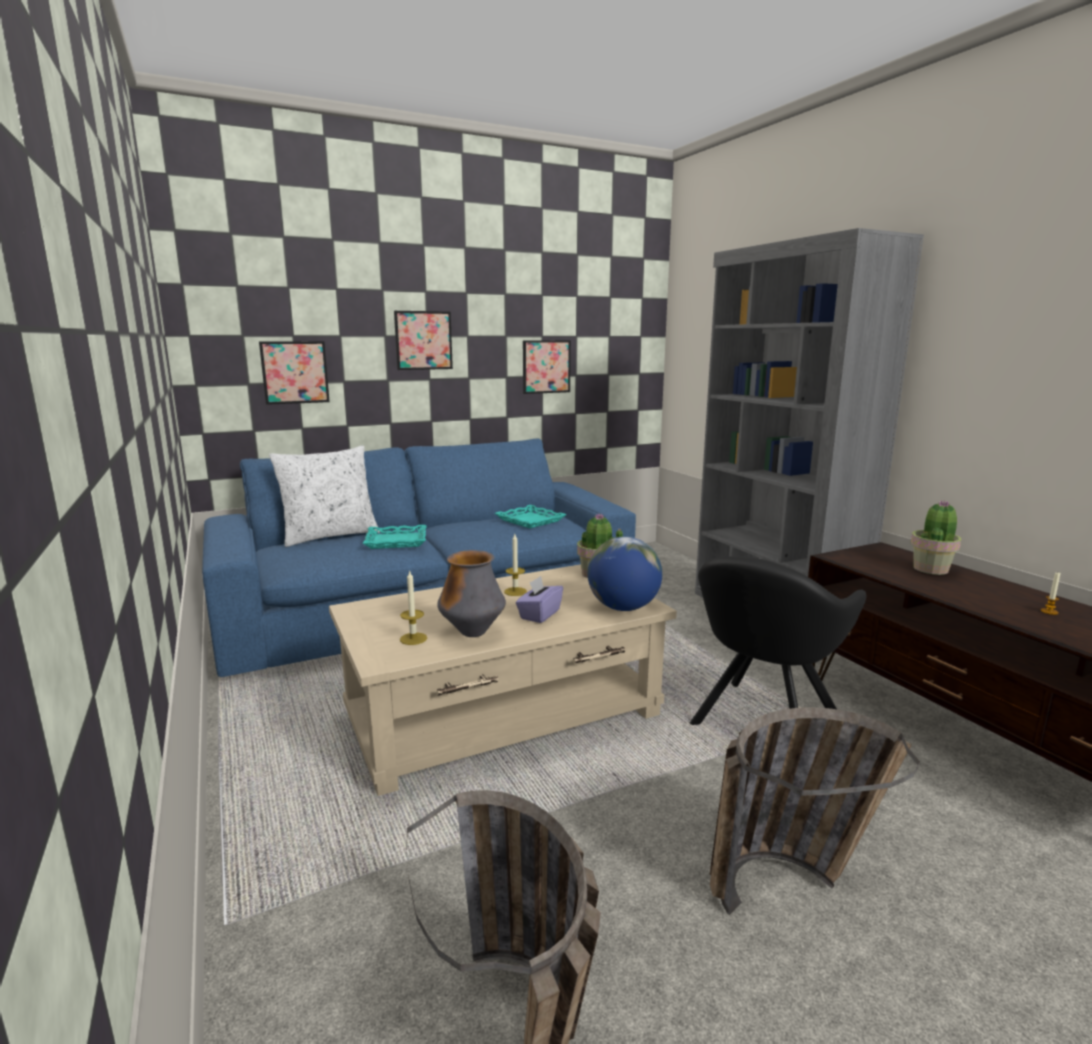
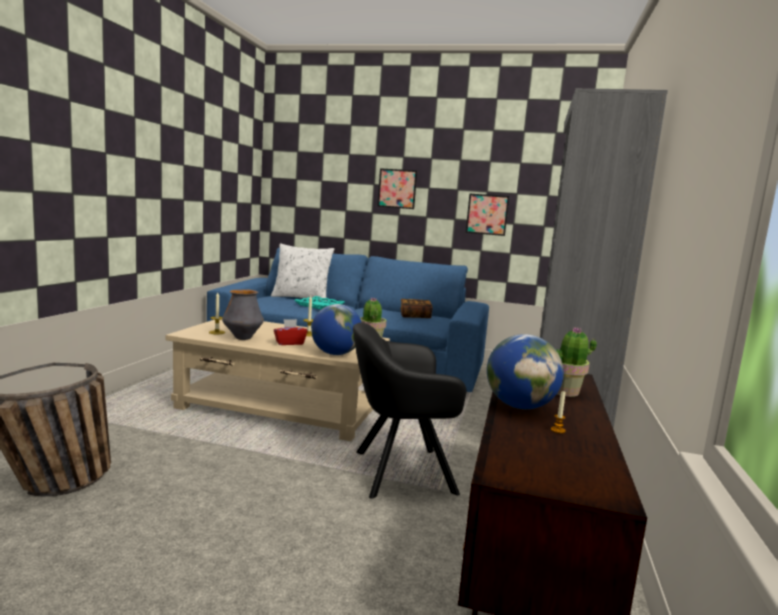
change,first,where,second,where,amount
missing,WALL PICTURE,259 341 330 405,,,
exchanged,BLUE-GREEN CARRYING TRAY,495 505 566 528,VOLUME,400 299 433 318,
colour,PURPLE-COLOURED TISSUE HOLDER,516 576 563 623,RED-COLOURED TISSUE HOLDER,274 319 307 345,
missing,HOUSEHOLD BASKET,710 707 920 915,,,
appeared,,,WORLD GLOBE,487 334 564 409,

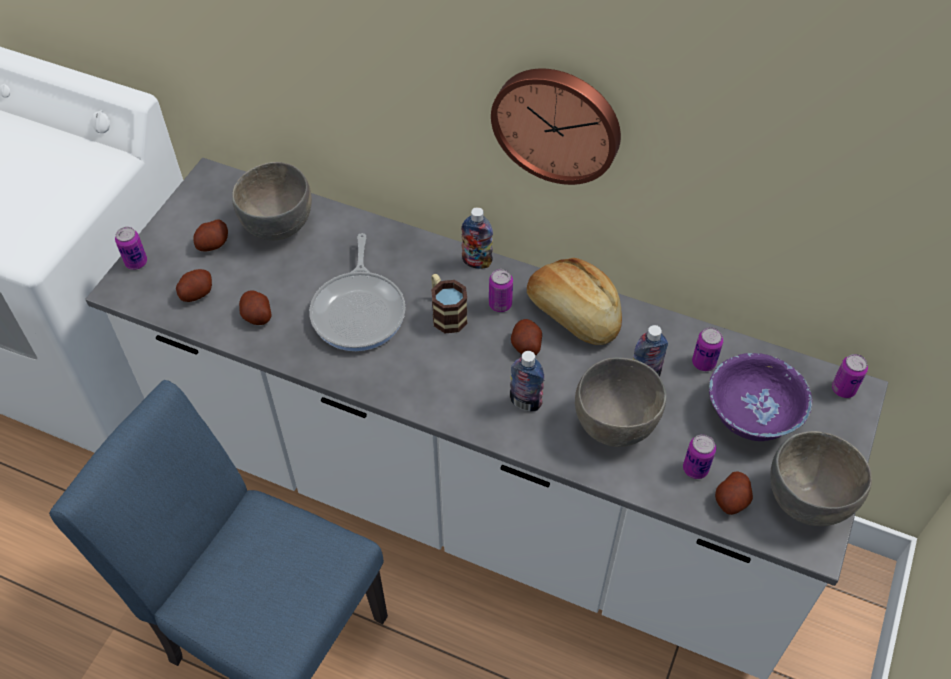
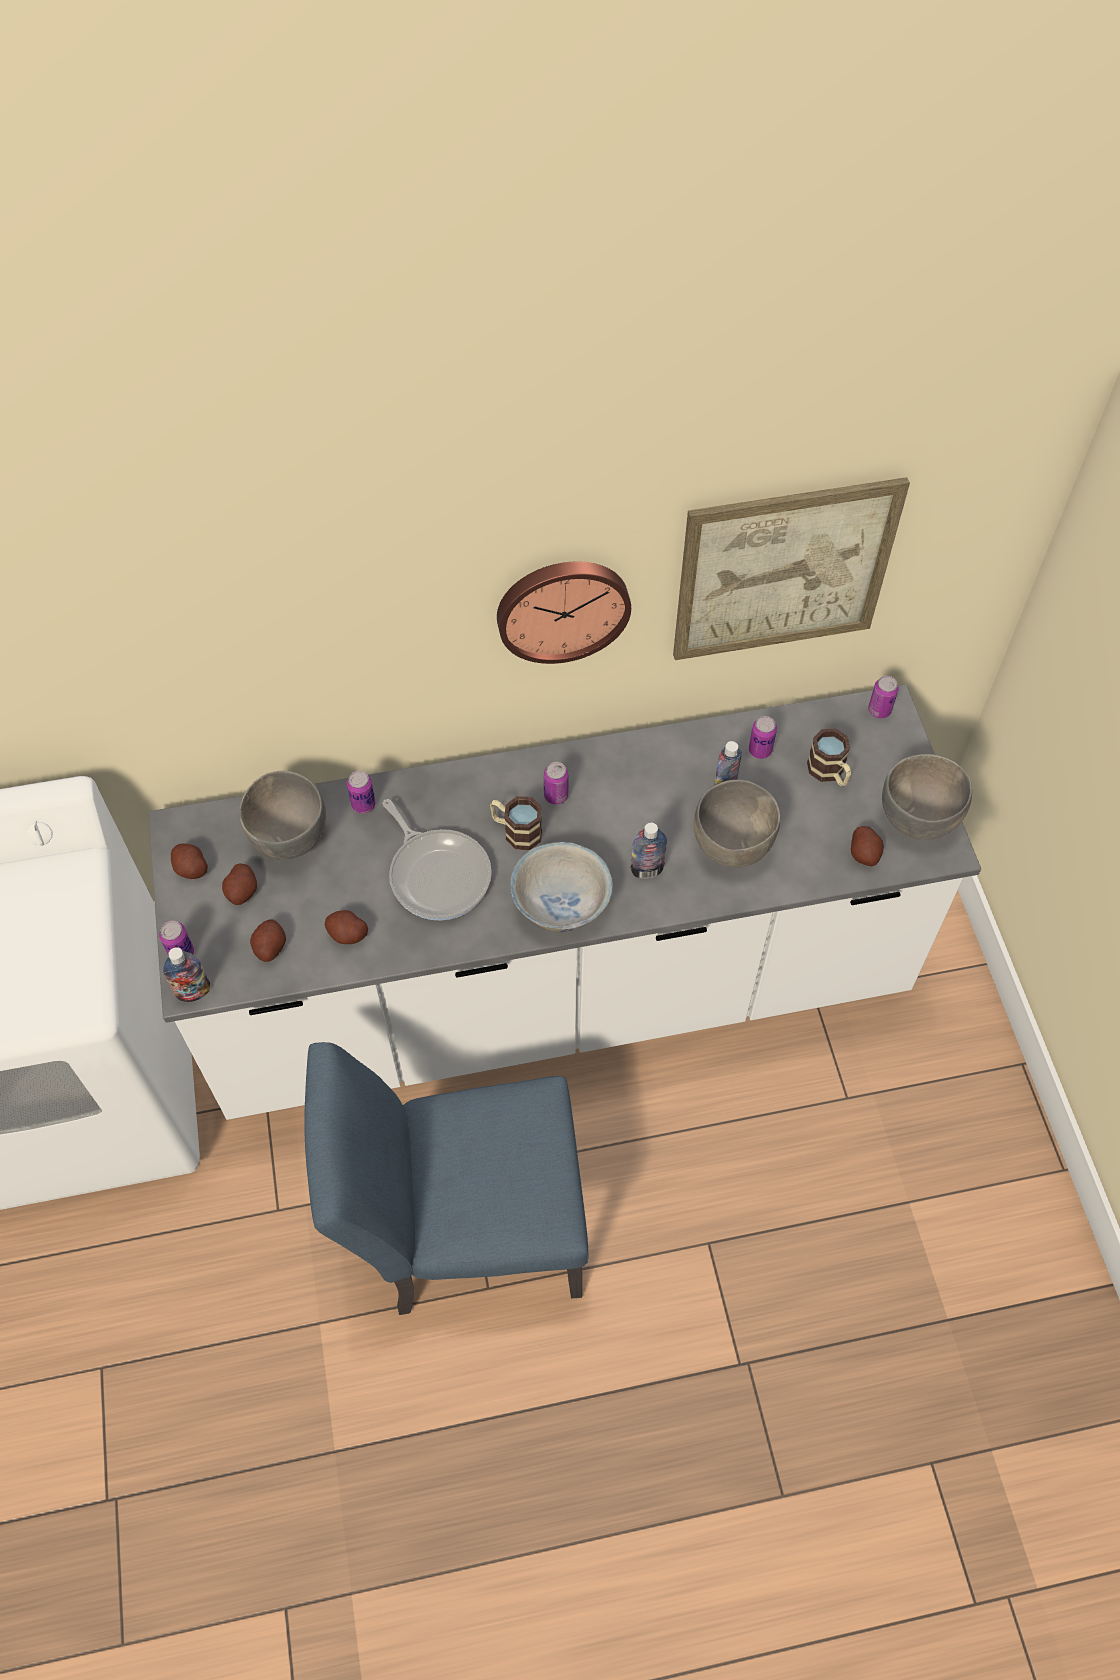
change,first,where,second,where,amount
relocated,BEVERAGE BOTTLE,461 207 493 269,,163 947 210 1002,
missing,BREAD,527 258 622 345,,,
relocated,SPUD,511 319 542 355,,171 844 208 879,
exchanged,PURPLE-COLOURED SERVING BOWL,709 353 812 441,COFFEE MUG,807 729 851 787,
relocated,CAN,683 434 716 479,,347 771 376 813,
appeared,,,WALL PICTURE,673 477 910 660,
appeared,,,WHITE-COLOURED SERVING BOWL,510 842 613 932,

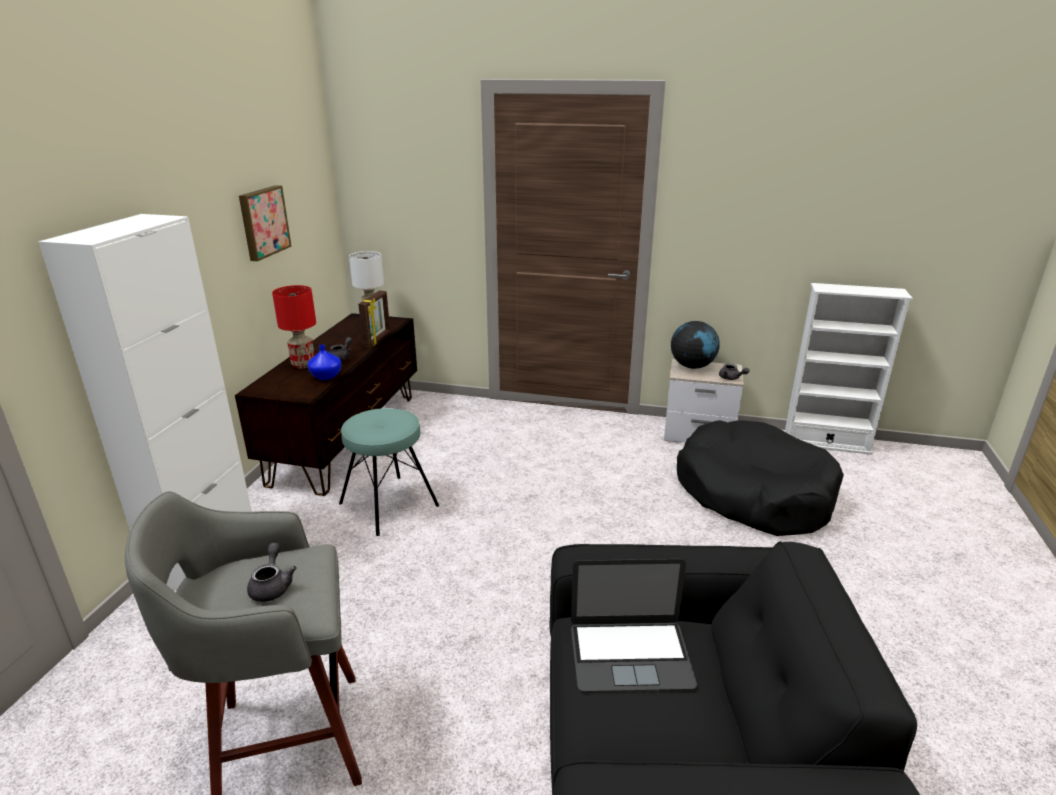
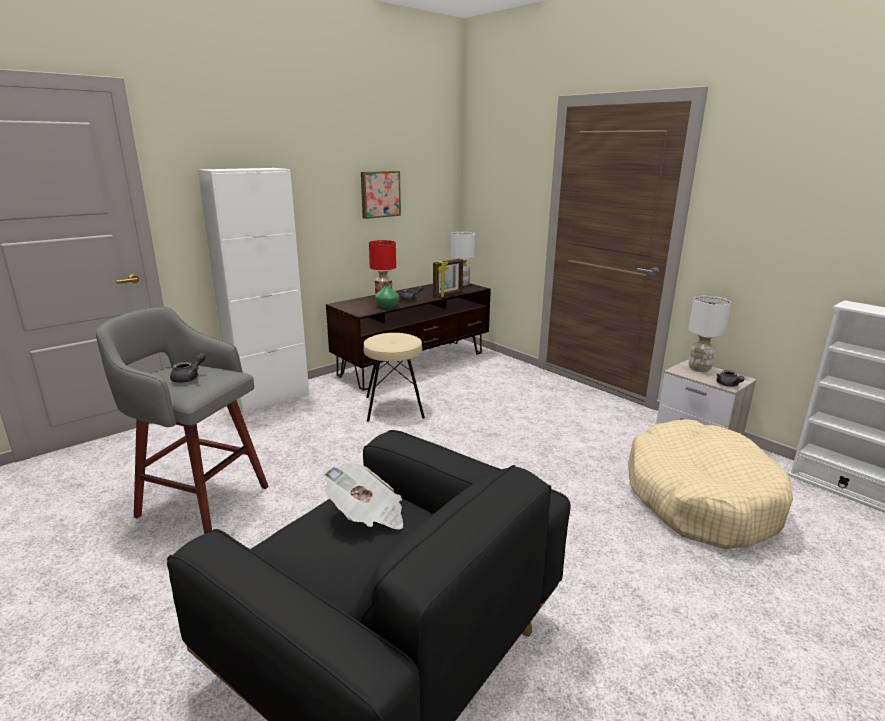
change,first,where,second,where,amount
exchanged,WORLD GLOBE,671 321 720 369,WHITE-COLOURED LAMP FOR A TABLE,688 296 731 372,
colour,BLUE-COLOURED FLOWER VASE,308 344 341 380,GREEN FLOWER VASE,375 282 399 308,
colour,BLUE-GREEN STOOL,339 408 439 536,BEIGE STOOL,363 333 425 422,
colour,BLACK-COLOURED PET BED,677 420 844 536,BEIGE PET BED,628 419 793 549,
exchanged,NOTEBOOK COMPUTER,571 559 697 692,PRINTED PAPER,323 464 403 530,

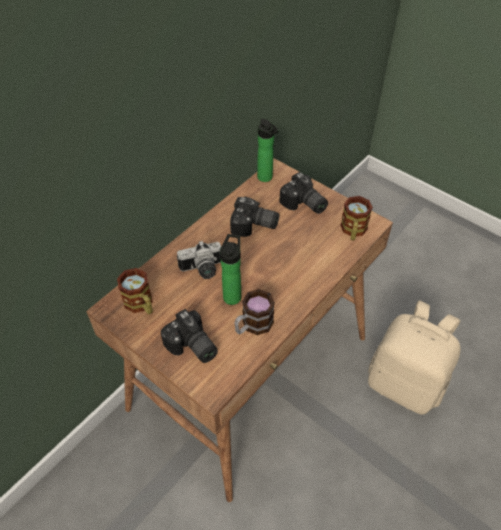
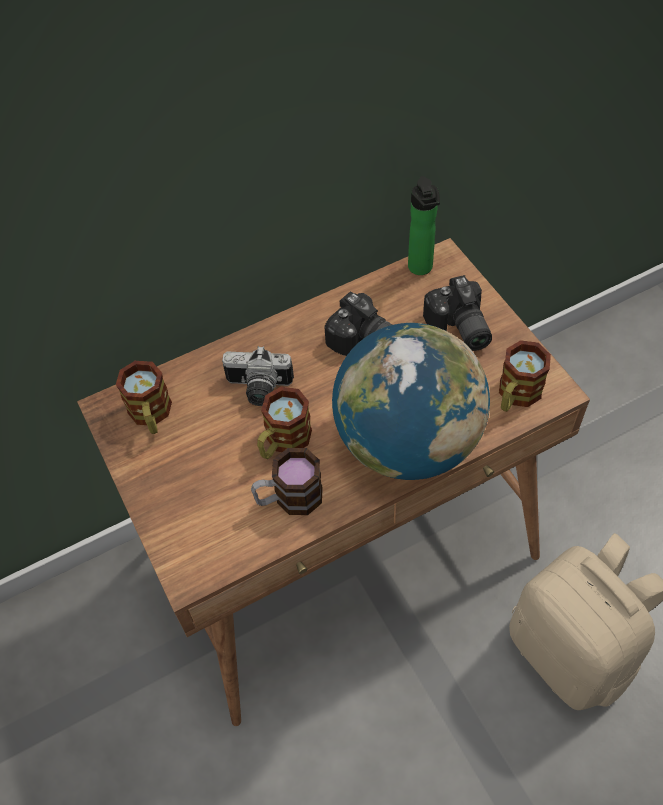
change,first,where,second,where,amount
exchanged,BEVERAGE BOTTLE,220 234 241 305,COFFEE MUG,257 387 312 459,
missing,STILL CAMERA,160 309 218 363,,,
appeared,,,WORLD GLOBE,332 323 490 480,

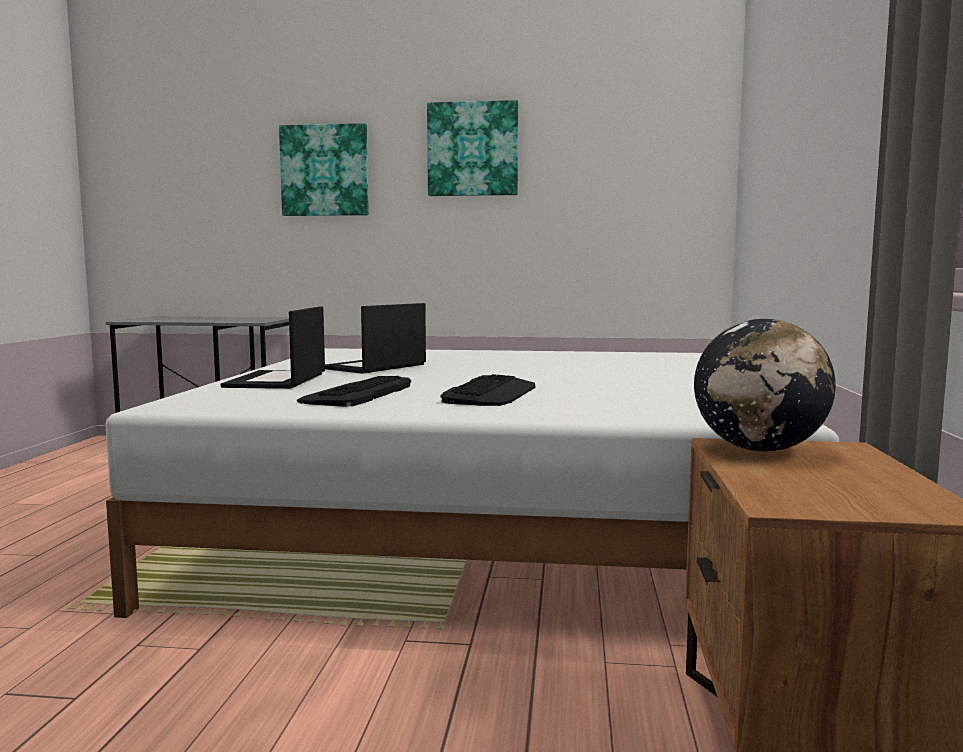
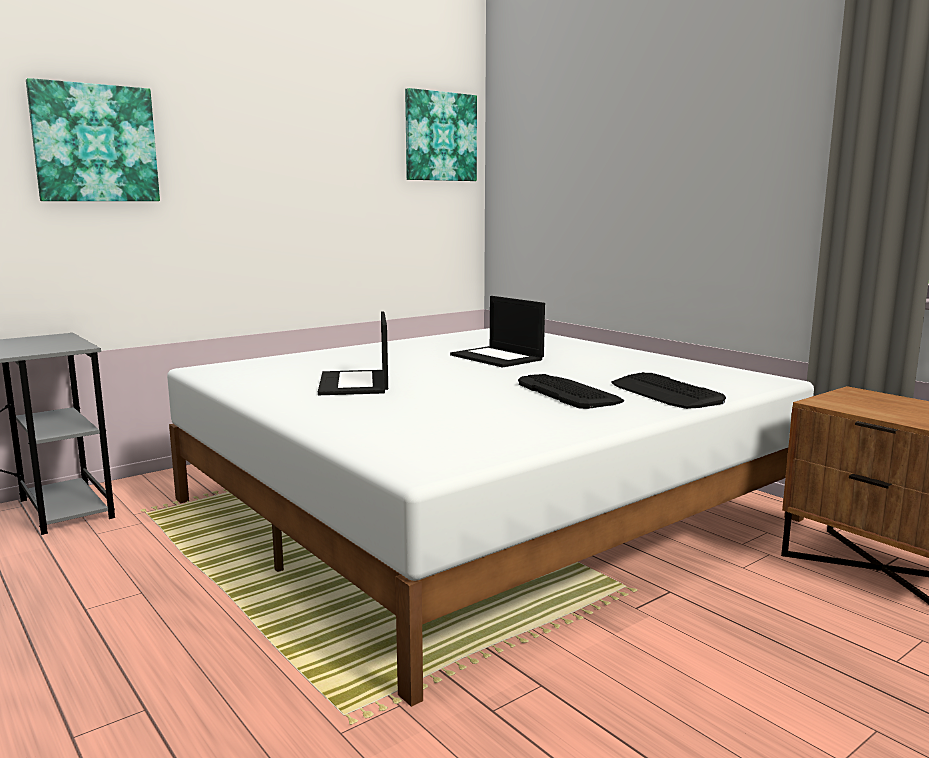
change,first,where,second,where,amount
relocated,WALL PICTURE,427 100 518 196,,405 88 477 181,
relocated,NOTEBOOK COMPUTER,221 306 325 389,,450 296 545 368,
missing,WORLD GLOBE,694 319 836 451,,,
relocated,COMPUTER KEYBOARD,297 376 411 407,,612 372 726 409,

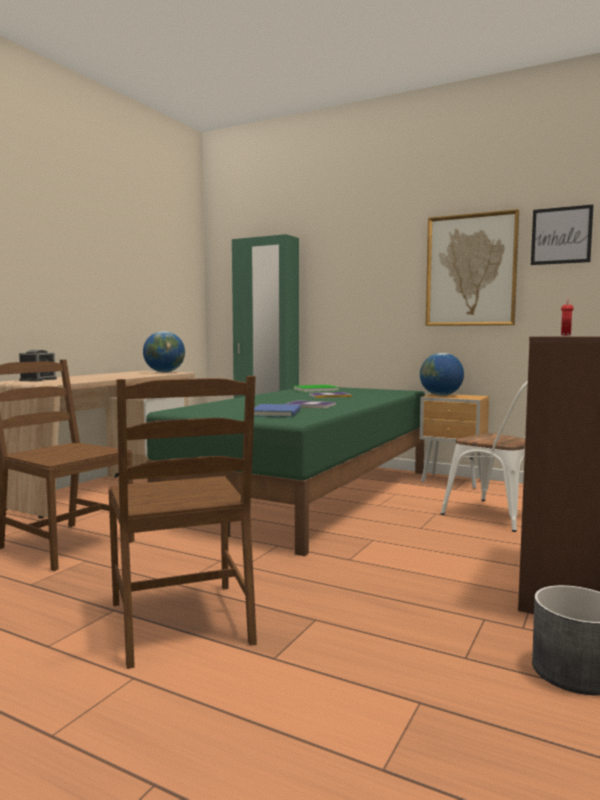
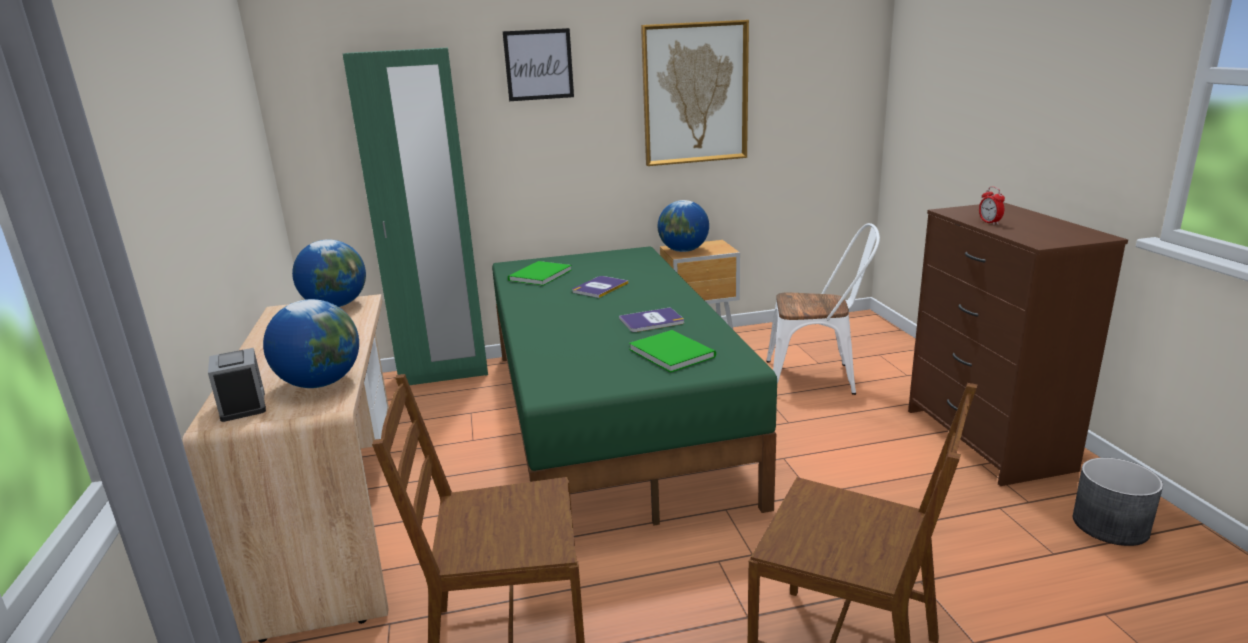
change,first,where,second,where,amount
relocated,WALL PICTURE,531 205 593 265,,503 28 574 101,
colour,BLUE-COLOURED VOLUME,254 404 301 417,GREEN VOLUME,629 330 716 372,
appeared,,,WORLD GLOBE,263 299 359 388,

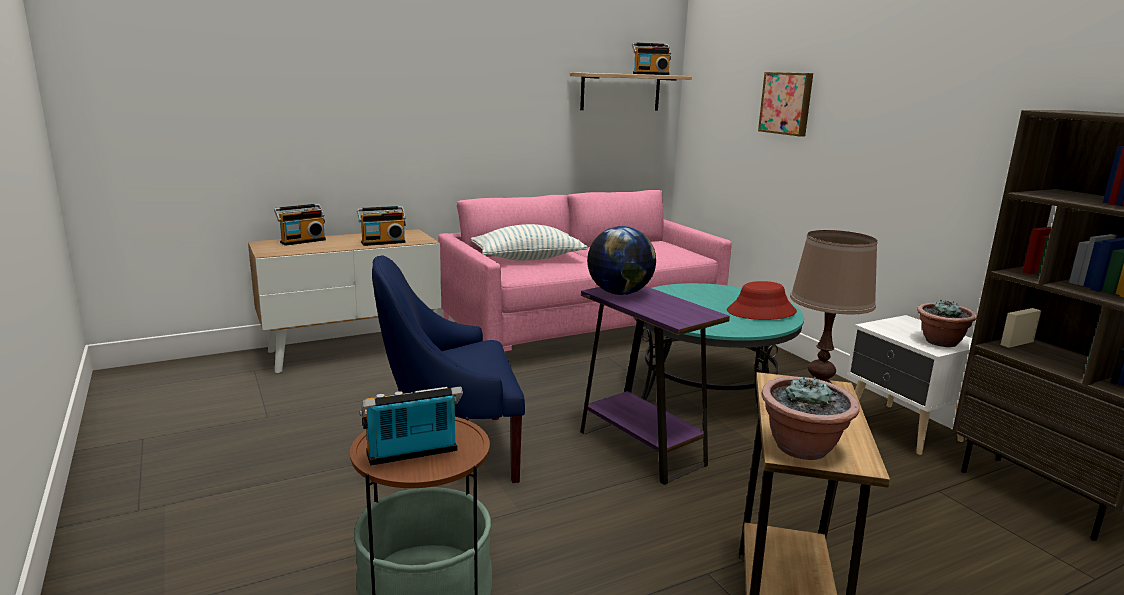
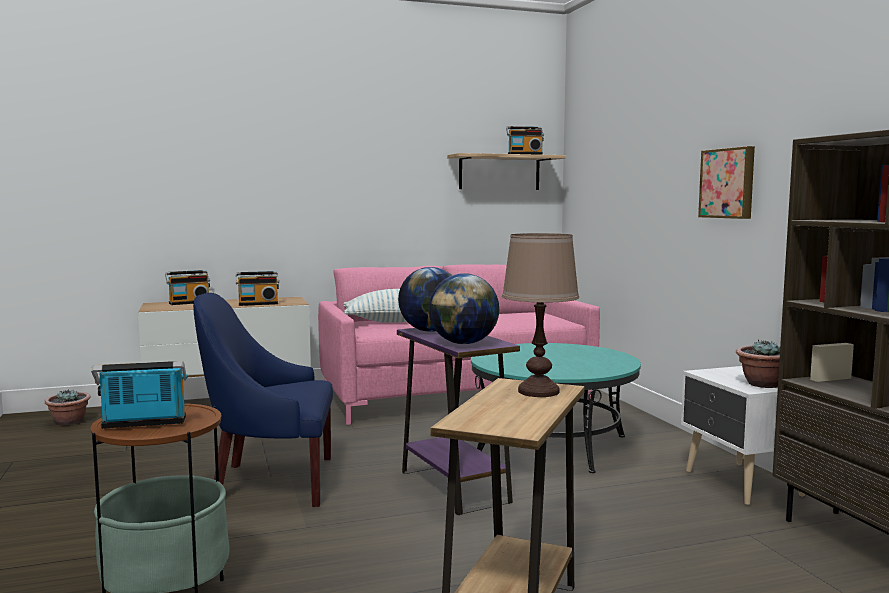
change,first,where,second,where,amount
relocated,WALL PICTURE,758 72 813 136,,698 146 755 219,
missing,RED-COLOURED WEARABLE HAT,727 281 797 320,,,
relocated,HOUSEPLANT,761 376 860 460,,45 390 90 426,
appeared,,,WORLD GLOBE,429 273 499 344,

